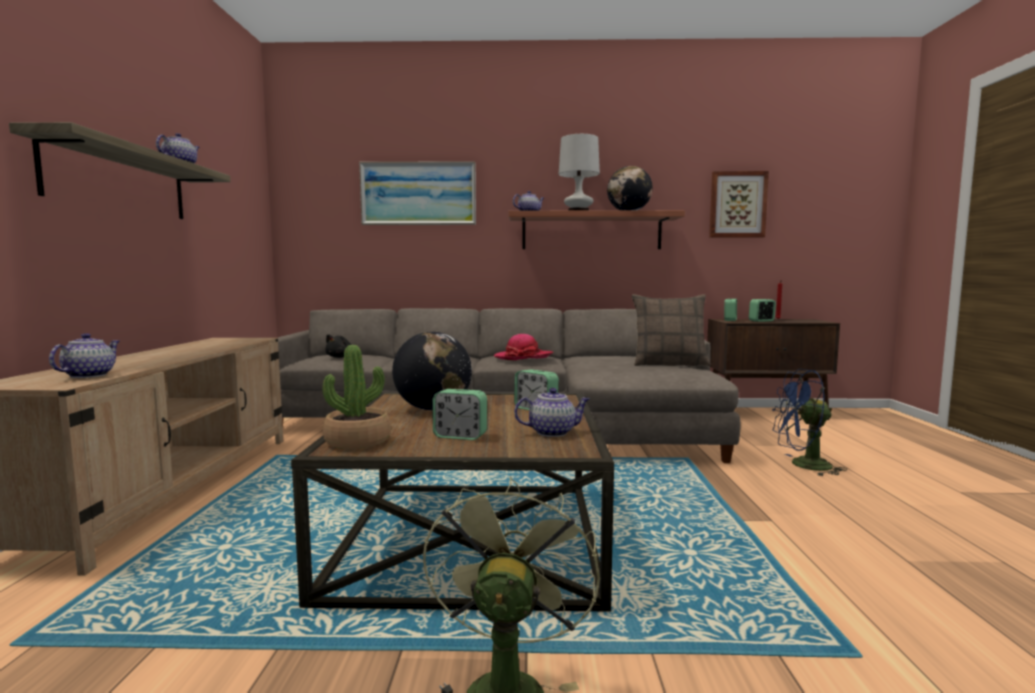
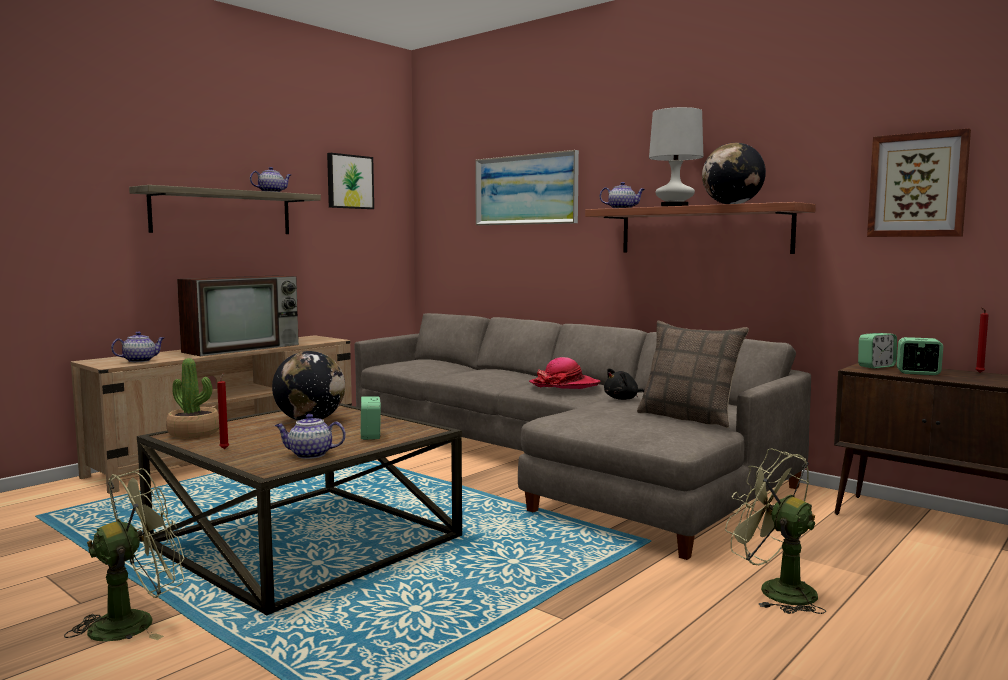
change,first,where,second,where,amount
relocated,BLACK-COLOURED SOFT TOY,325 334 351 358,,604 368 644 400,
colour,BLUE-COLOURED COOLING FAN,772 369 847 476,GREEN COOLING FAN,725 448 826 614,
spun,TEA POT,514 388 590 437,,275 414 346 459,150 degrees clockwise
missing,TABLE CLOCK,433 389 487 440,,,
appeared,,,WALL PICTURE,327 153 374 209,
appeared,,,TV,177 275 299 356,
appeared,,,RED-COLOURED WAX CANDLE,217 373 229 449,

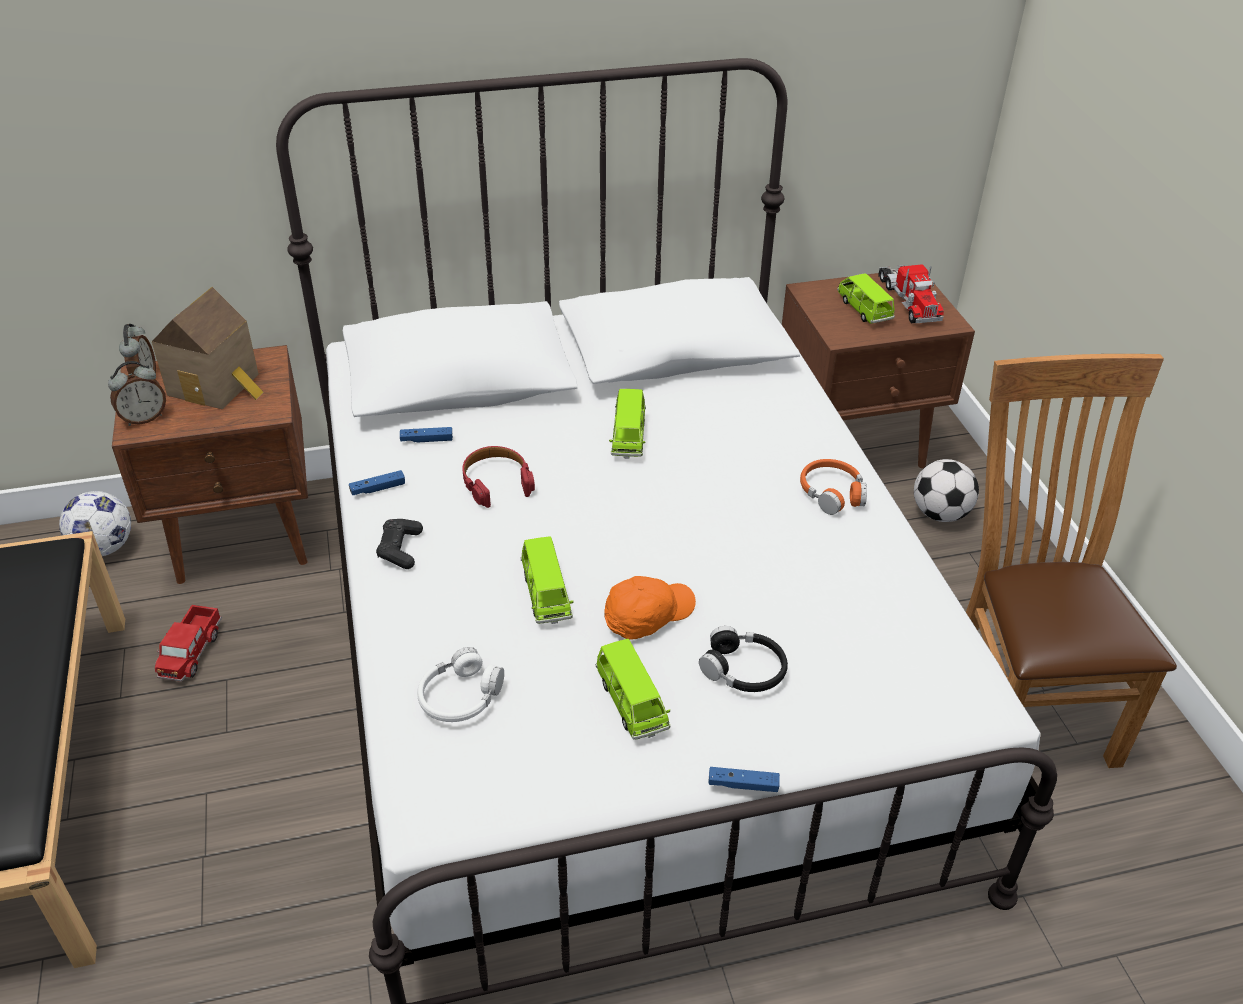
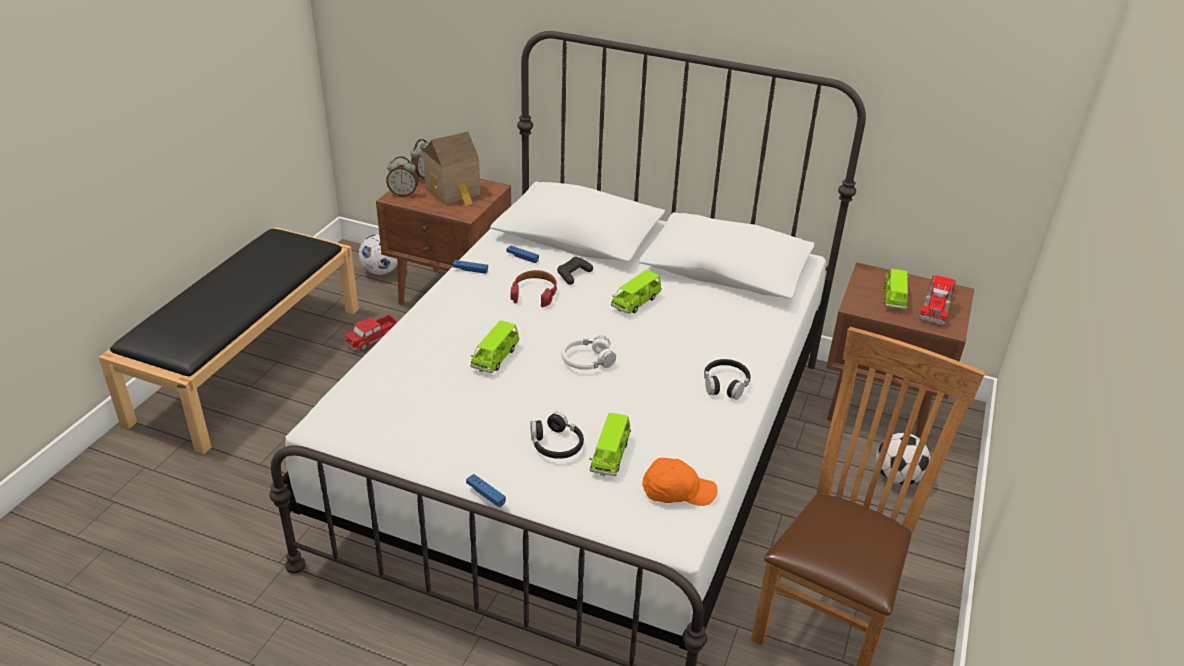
change,first,where,second,where,amount
colour,ORANGE-COLOURED HEADPHONES,800 459 867 515,BLACK-COLOURED HEADPHONES,704 359 751 400,
relocated,BLACK-COLOURED GAME CONTROLLER,376 519 423 569,,557 257 593 285,
relocated,ORANGE-COLOURED PEAKED CAP,604 576 696 640,,642 458 718 506,
relocated,GREEN MODEL CAR,596 639 670 740,,589 412 631 476,
relocated,WHITE-COLOURED HEADPHONES,417 647 504 722,,561 336 616 370,

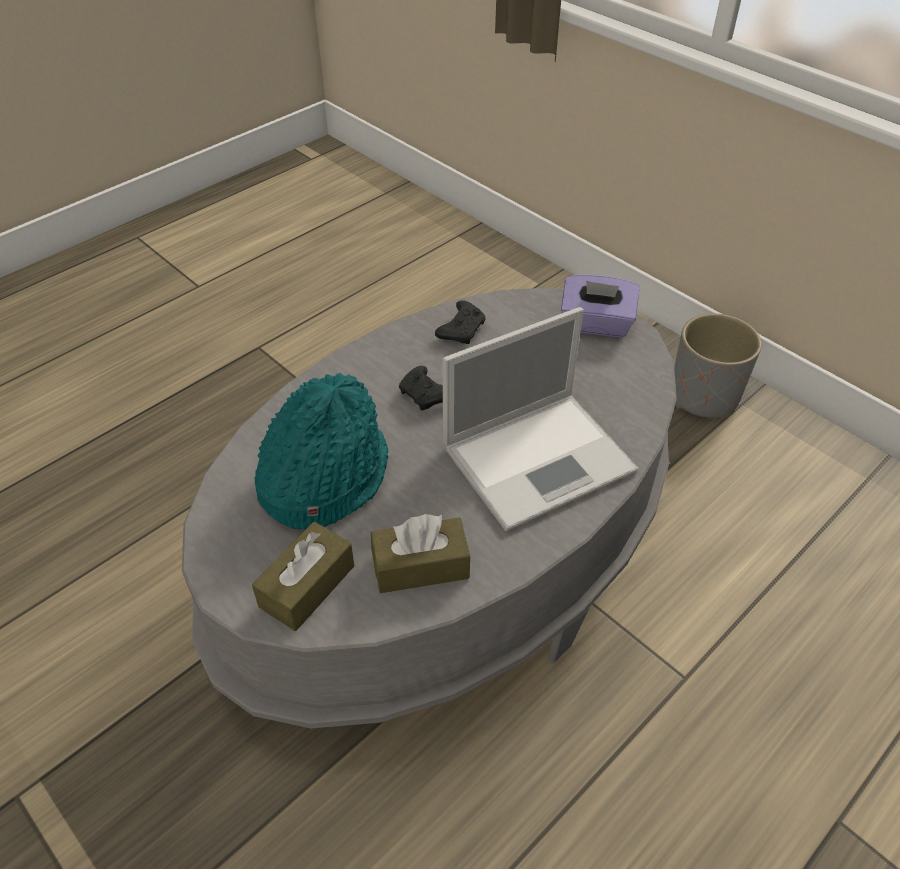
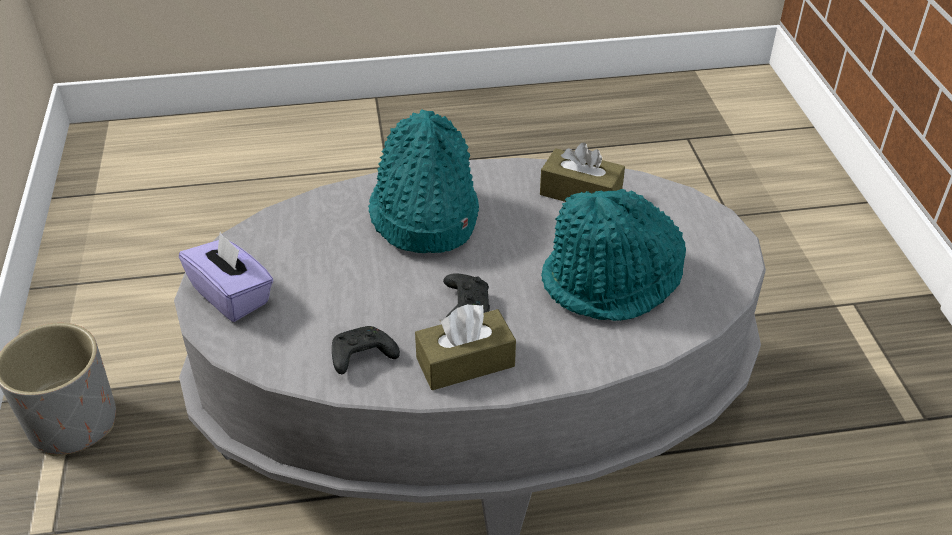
change,first,where,second,where,amount
exchanged,NOTEBOOK COMPUTER,442 307 638 531,BLUE-GREEN WEARABLE HAT,368 110 479 253,
relocated,BROWNISH TISSUE HOLDER,252 522 354 631,,415 304 516 390,

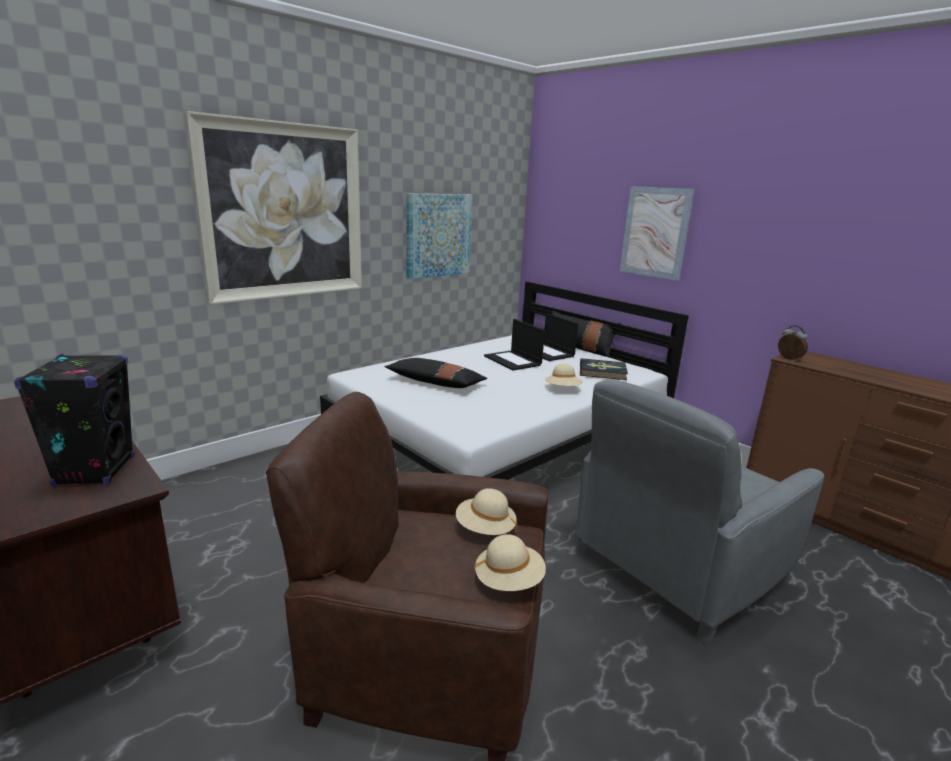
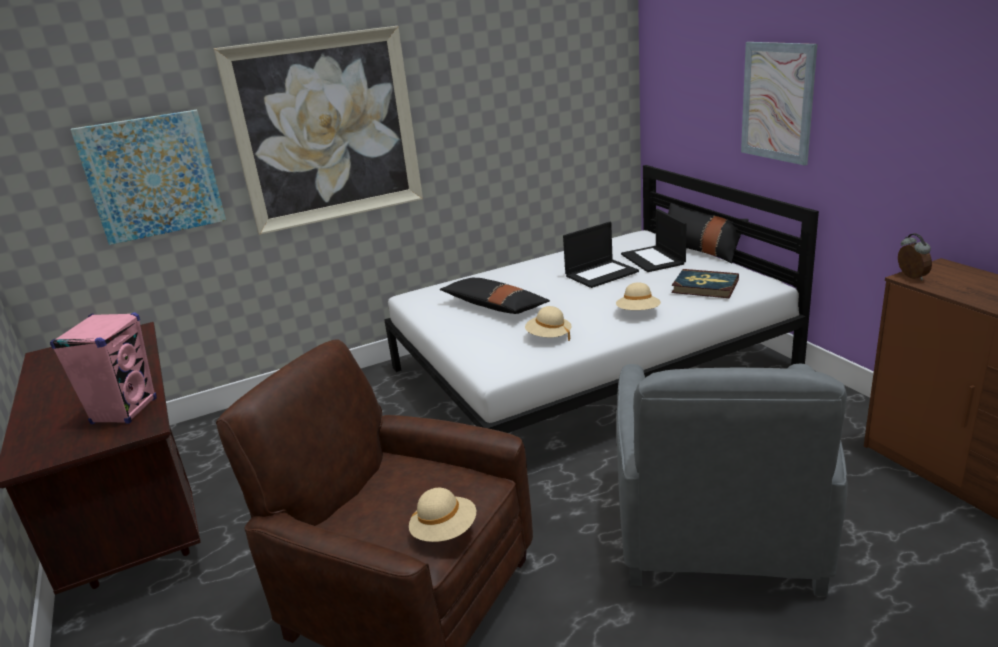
change,first,where,second,where,amount
relocated,WALL PICTURE,406 193 473 279,,70 110 226 245,
spun,NOTEBOOK COMPUTER,484 319 545 371,,563 222 639 288,105 degrees counterclockwise
colour,BLACK-COLOURED SPEAKER,14 354 134 487,PINK-COLOURED SPEAKER,50 312 157 424,
spun,GREYISH LOUNGE CHAIR,575 381 824 646,,617 364 848 596,60 degrees counterclockwise
relocated,BEIGE WEARABLE HAT,456 488 517 535,,525 306 572 341,

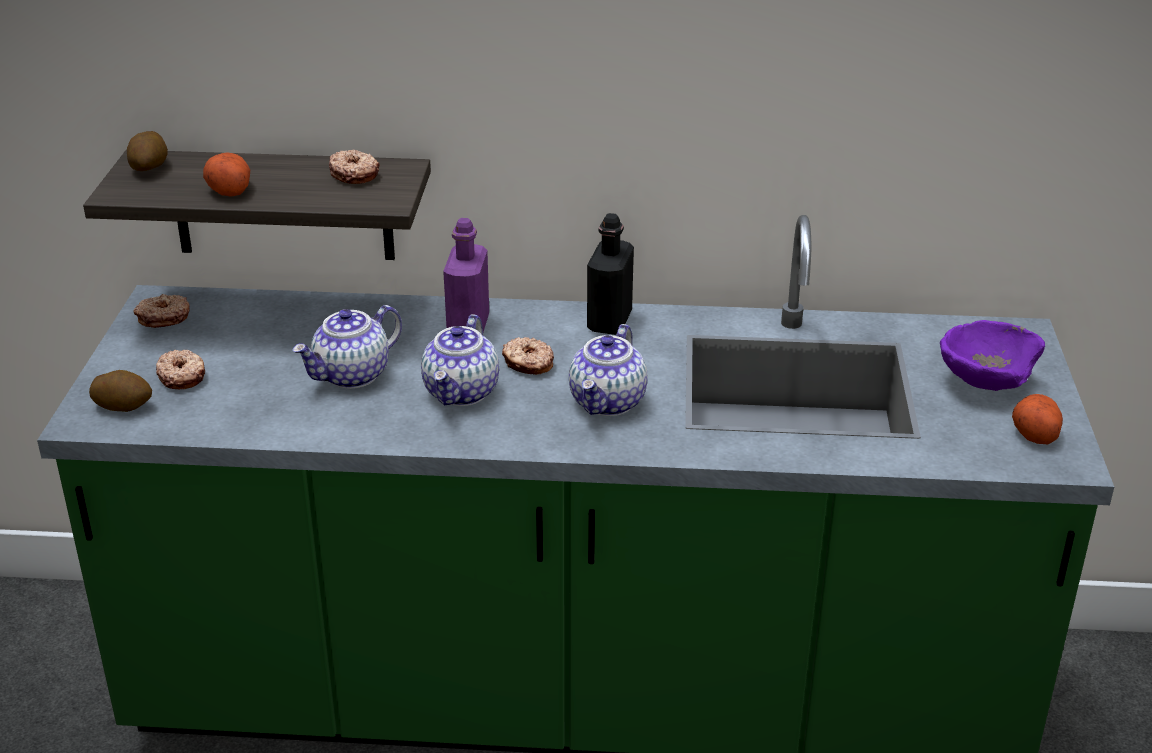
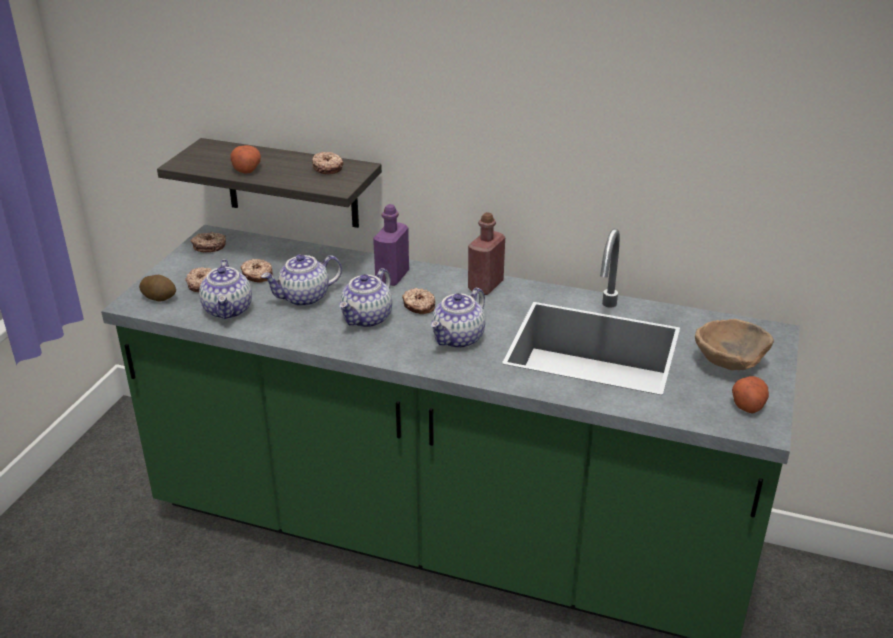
change,first,where,second,where,amount
missing,SPUD,127 131 168 171,,,
colour,BLACK-COLOURED BEVERAGE BOTTLE,587 213 634 335,RED-COLOURED BEVERAGE BOTTLE,468 212 505 295,
colour,PURPLE-COLOURED SERVING BOWL,940 320 1045 391,BROWNISH SERVING BOWL,695 319 774 370,
appeared,,,TEA POT,199 259 252 319,
appeared,,,DONUT,241 259 273 283,

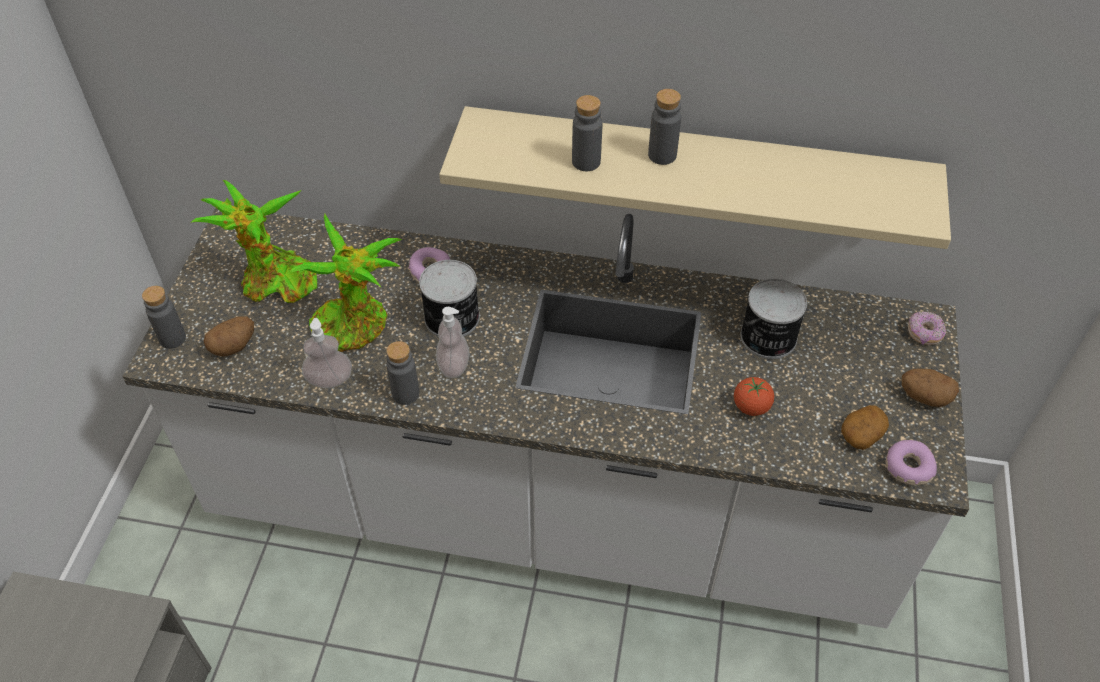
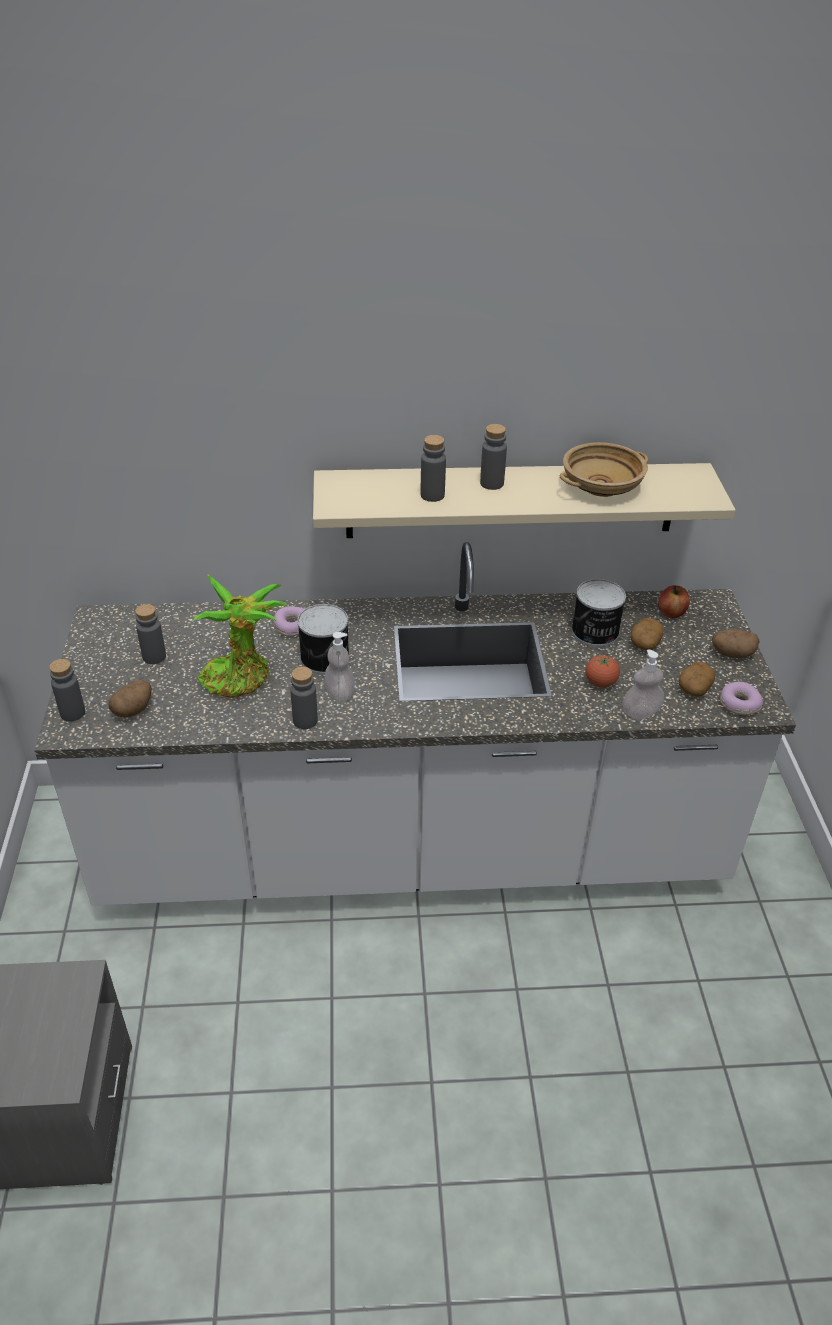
change,first,where,second,where,amount
exchanged,HOUSEPLANT,190 180 317 303,GREYISH BEVERAGE BOTTLE,135 604 166 664,
missing,DONUT,908 312 946 345,,,
relocated,SOAP BOTTLE,302 318 352 388,,623 649 664 719,
appeared,,,BEIGE SERVING BOWL,560 442 648 497,
appeared,,,APPLE FRUIT,658 585 690 618,
appeared,,,SPUD,630 618 664 650,

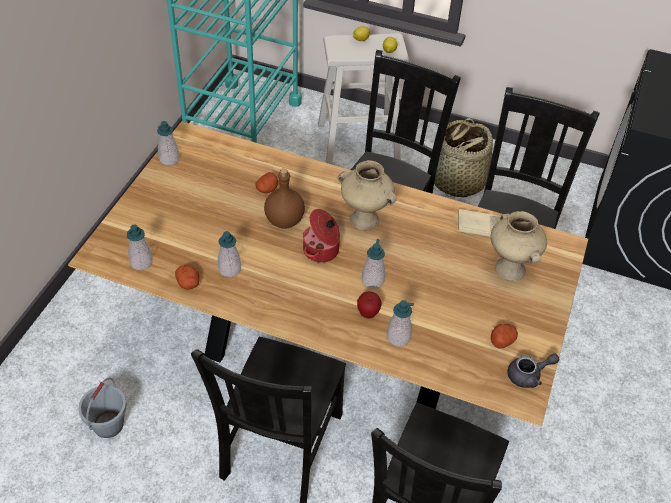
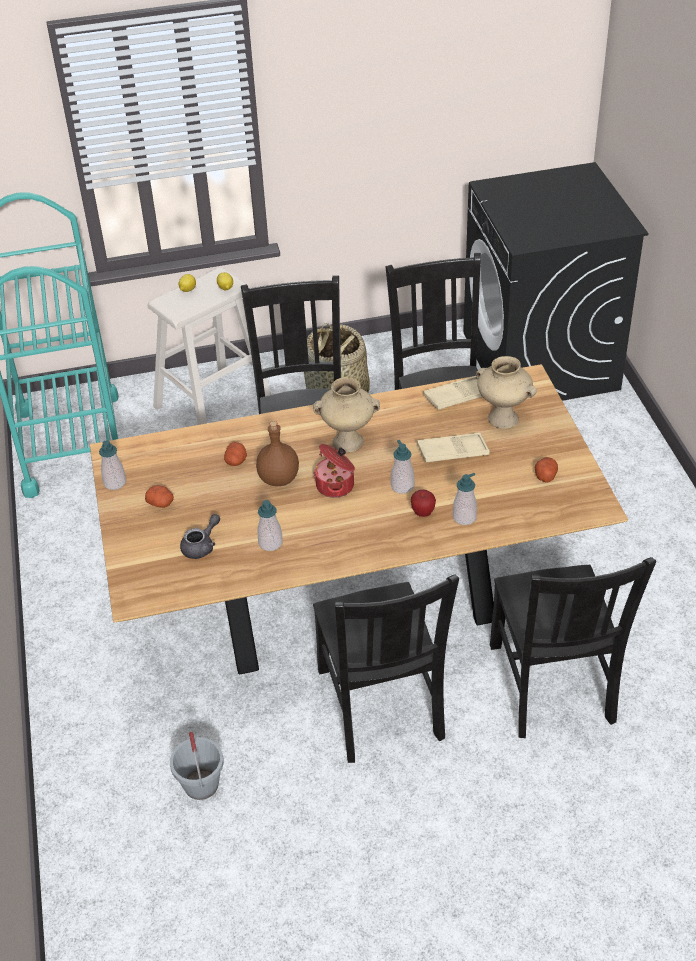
change,first,where,second,where,amount
missing,SOAP BOTTLE,127 224 153 270,,,
relocated,SPUD,175 265 199 290,,145 485 174 508,
relocated,GREYISH TEA POT,507 353 559 388,,180 514 220 559,
appeared,,,BEIGE CARRYING TRAY,417 433 490 462,

